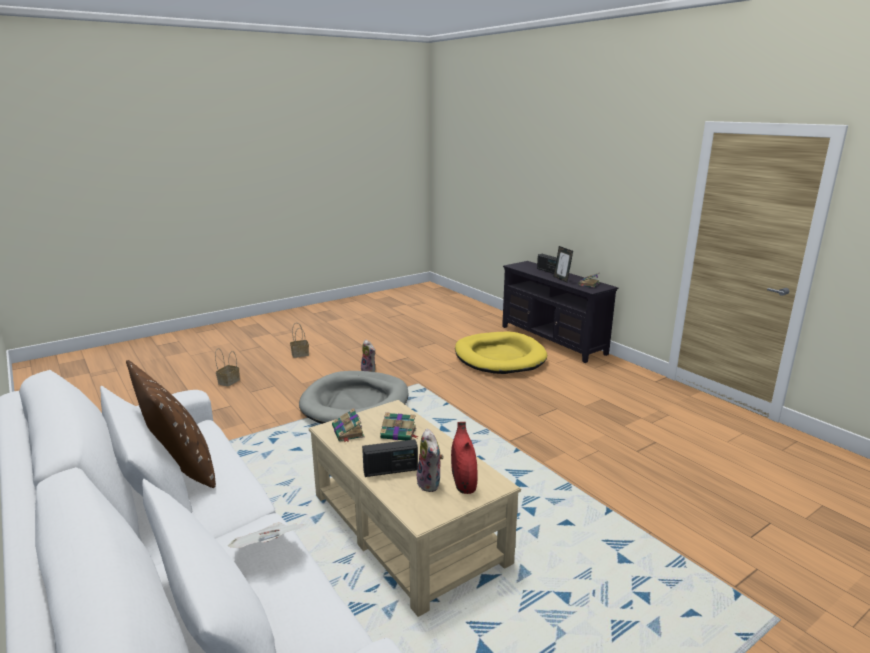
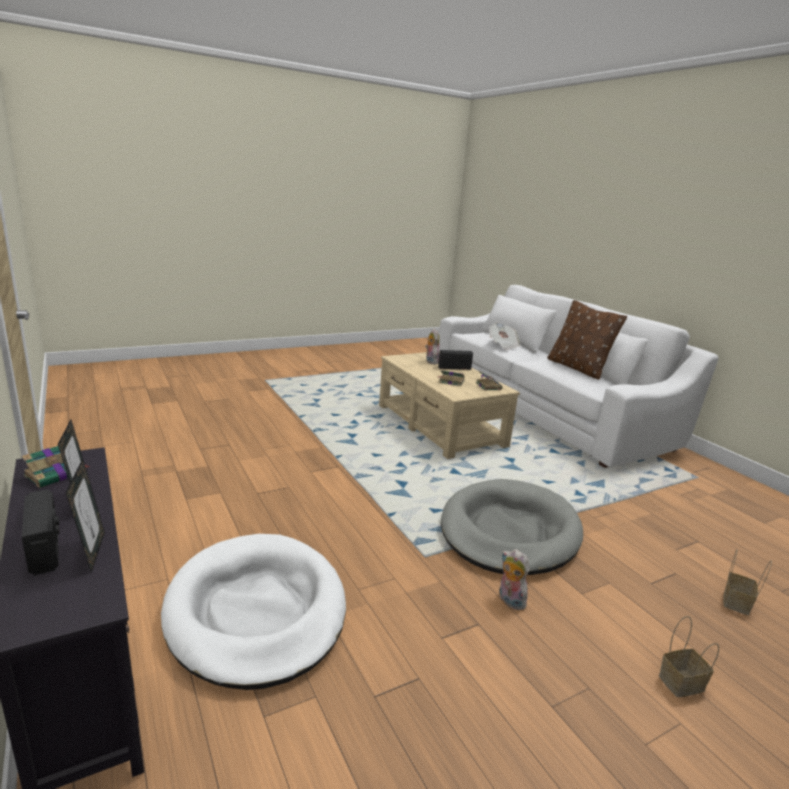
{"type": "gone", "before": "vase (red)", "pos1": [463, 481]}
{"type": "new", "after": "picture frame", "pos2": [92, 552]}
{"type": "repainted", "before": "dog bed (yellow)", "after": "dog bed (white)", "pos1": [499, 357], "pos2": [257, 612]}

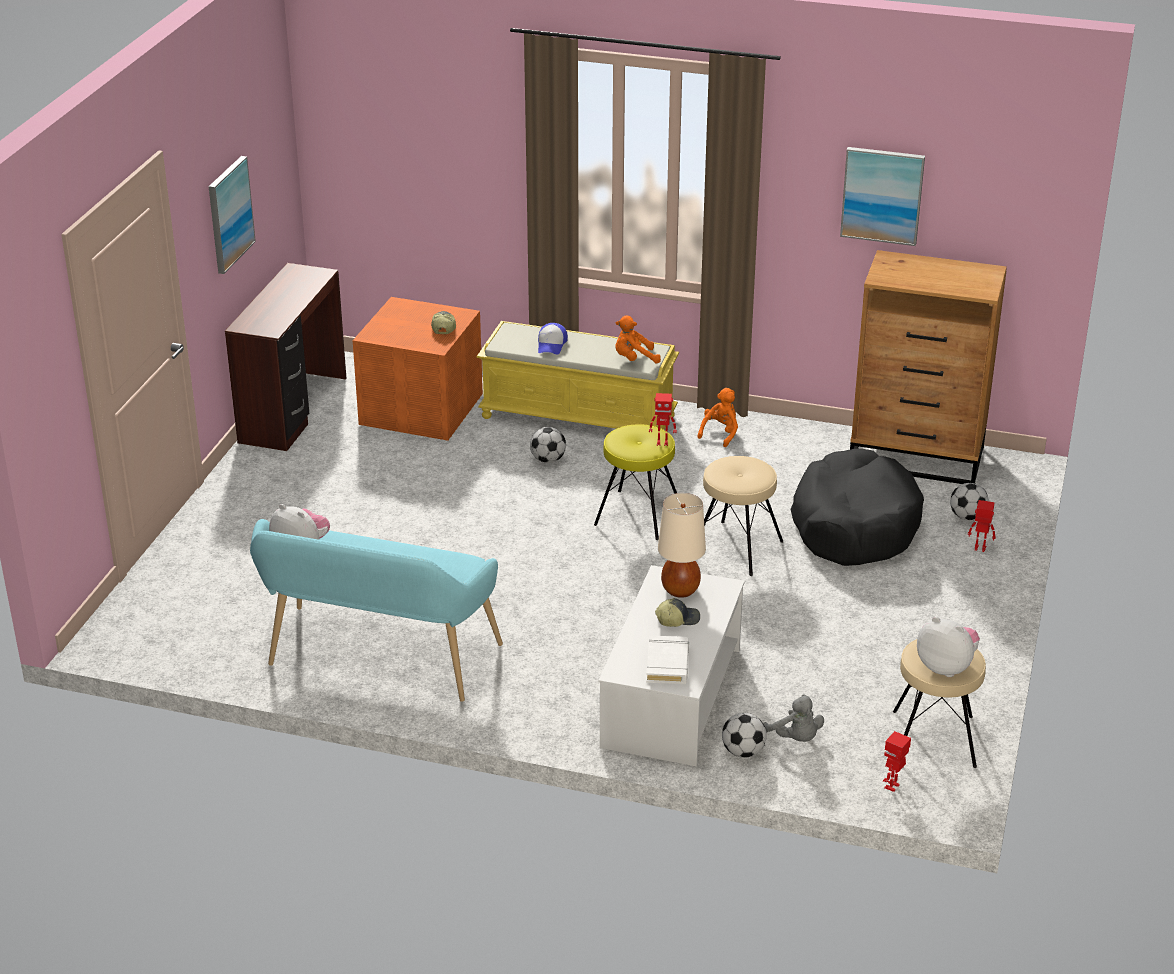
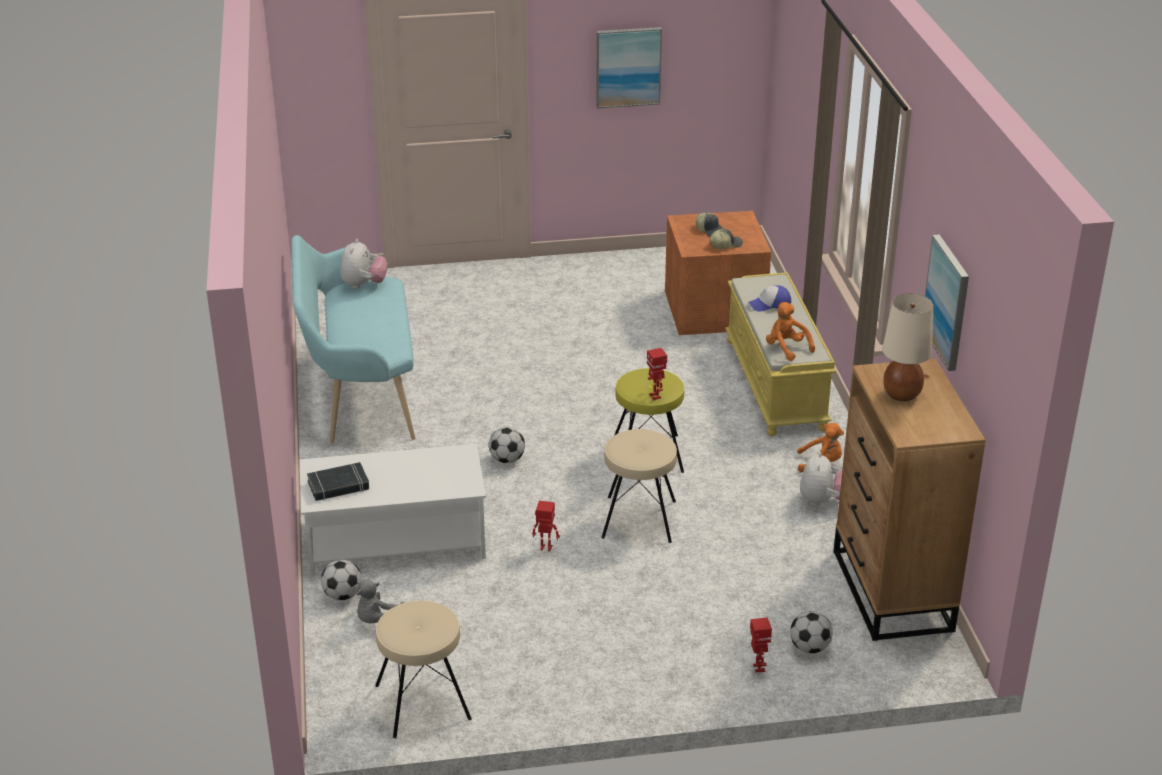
{"type": "gone", "before": "desk (brown)", "pos1": [294, 410]}
{"type": "gone", "before": "dog bed (black)", "pos1": [854, 525]}
{"type": "shifted", "before": "football", "pos1": [548, 460], "pos2": [507, 459]}
{"type": "shifted", "before": "cap", "pos1": [677, 619], "pos2": [710, 230]}
{"type": "shifted", "before": "table lamp (beige)", "pos1": [680, 590], "pos2": [902, 394]}
{"type": "shifted", "before": "toy robot", "pos1": [892, 787], "pos2": [545, 548]}
{"type": "shifted", "before": "plush toy", "pos1": [946, 667], "pos2": [823, 501]}
{"type": "repainted", "before": "book (white)", "after": "book (black)", "pos1": [667, 664], "pos2": [338, 486]}

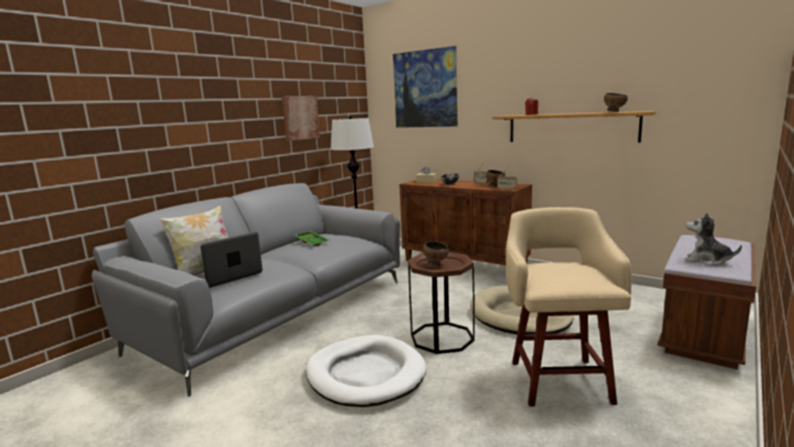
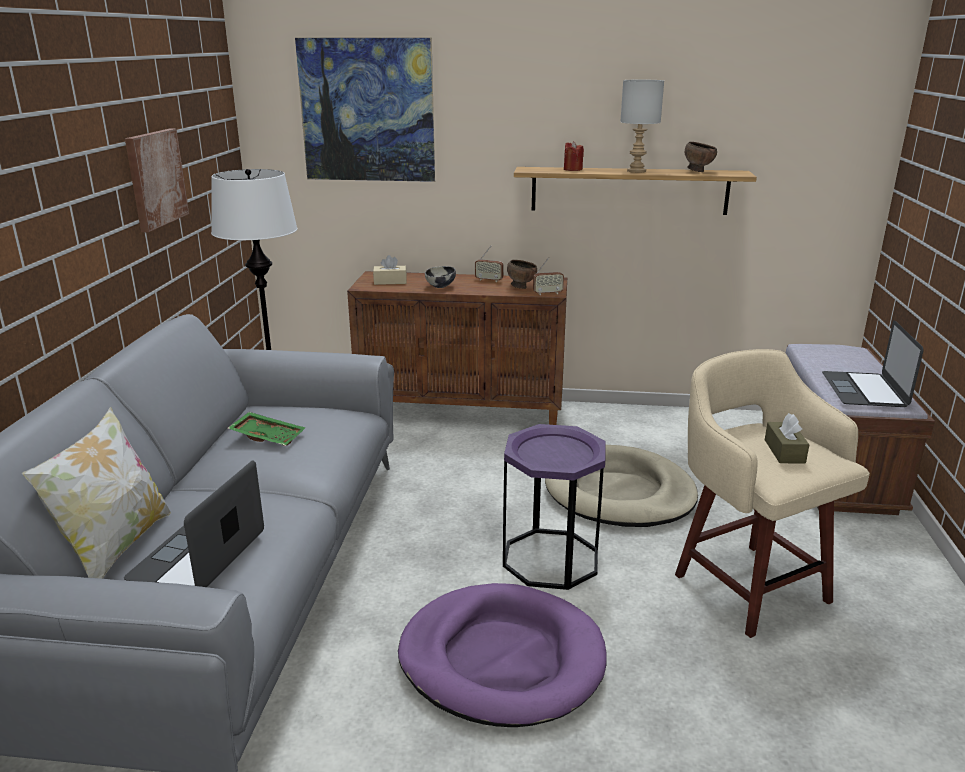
{"type": "gone", "before": "bowl (brown)", "pos1": [436, 264]}
{"type": "new", "after": "table lamp (grey)", "pos2": [636, 171]}
{"type": "new", "after": "tissue box (brown)", "pos2": [784, 451]}
{"type": "swapped", "before": "plush toy", "after": "laptop", "pos1": [707, 261], "pos2": [864, 389]}
{"type": "repainted", "before": "dog bed (white)", "after": "dog bed (purple)", "pos1": [365, 374], "pos2": [502, 659]}
{"type": "repainted", "before": "side table (brown)", "after": "side table (purple)", "pos1": [442, 338], "pos2": [550, 558]}

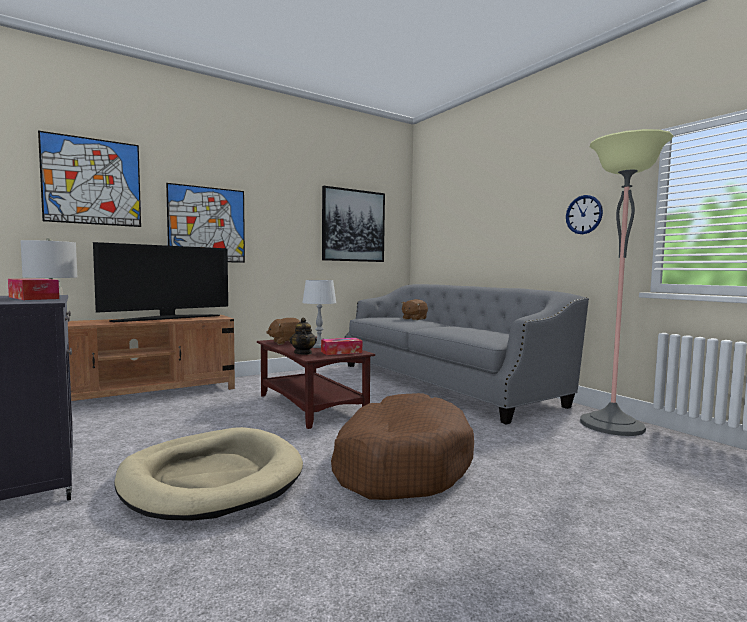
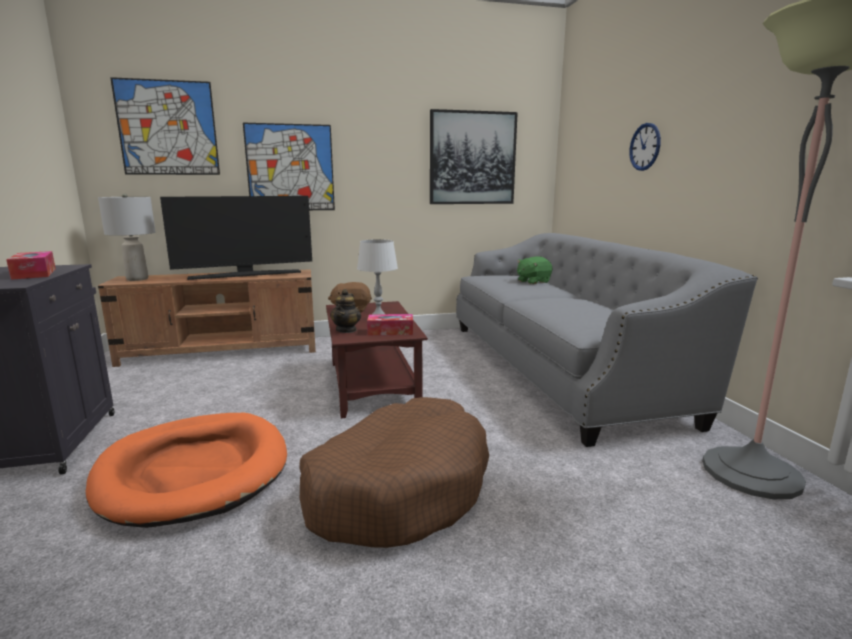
{"type": "shifted", "before": "wall clock", "pos1": [584, 214], "pos2": [645, 147]}
{"type": "repainted", "before": "dog bed (beige)", "after": "dog bed (orange)", "pos1": [211, 478], "pos2": [194, 471]}
{"type": "repainted", "before": "plush toy (brown)", "after": "plush toy (green)", "pos1": [414, 319], "pos2": [533, 282]}

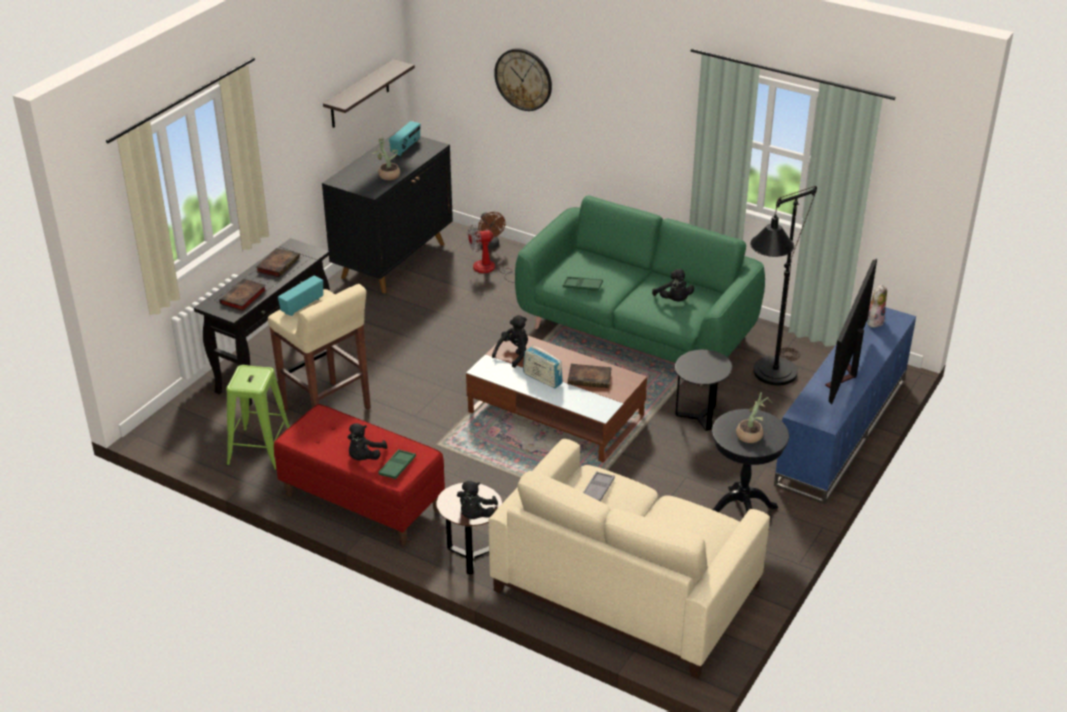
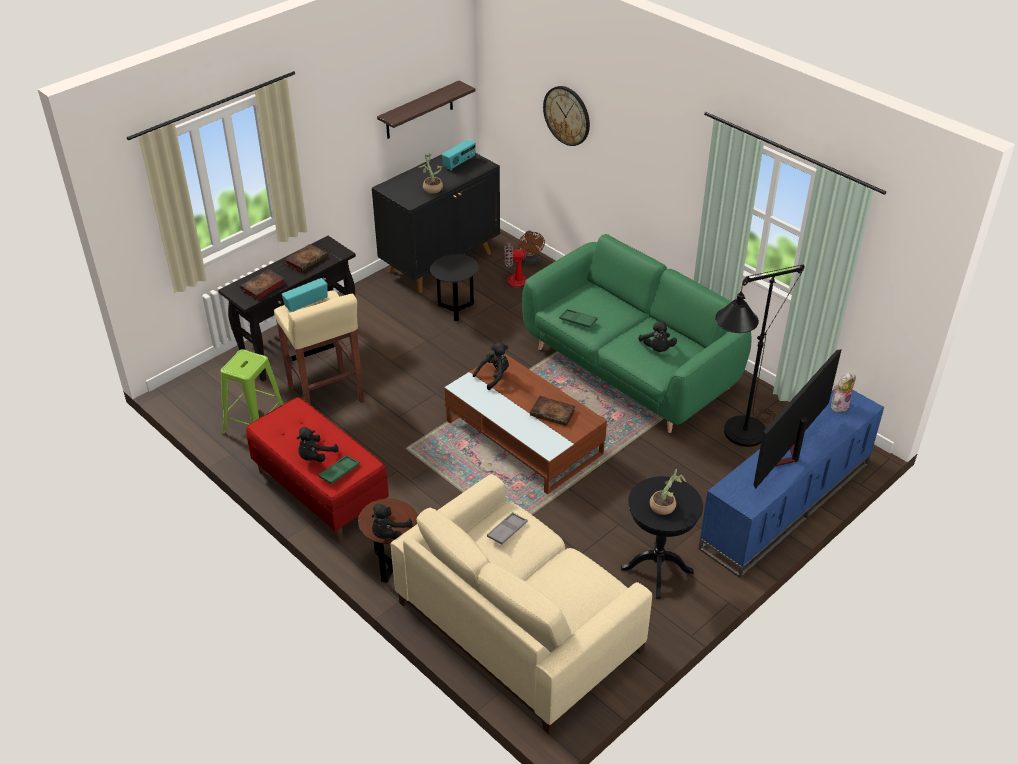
{"type": "gone", "before": "radio", "pos1": [542, 379]}
{"type": "shifted", "before": "side table (black)", "pos1": [699, 417], "pos2": [456, 310]}

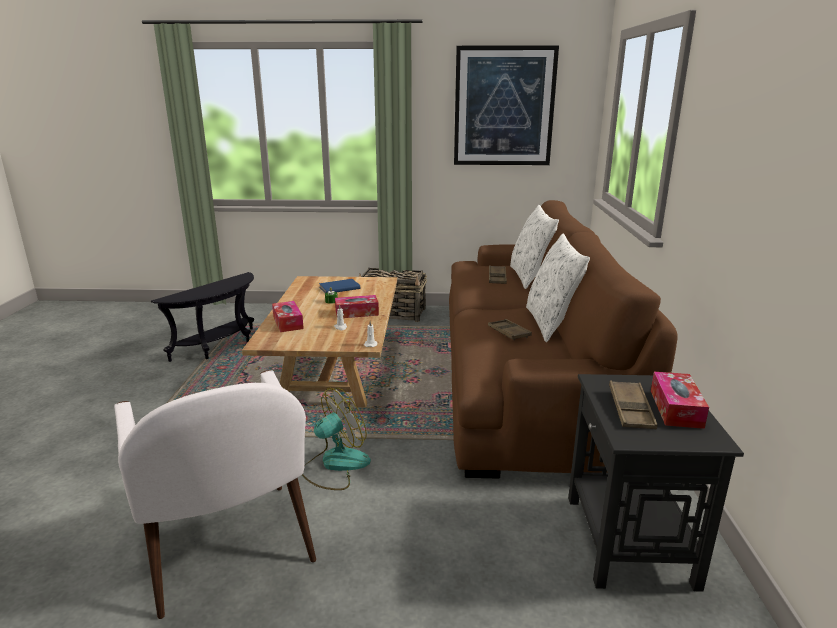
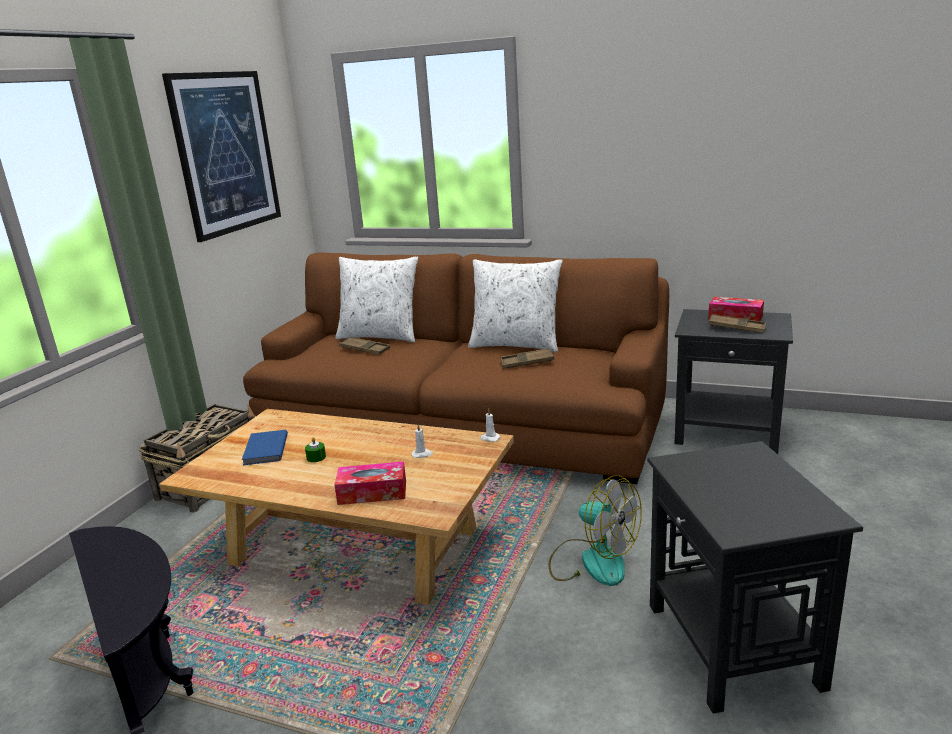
{"type": "gone", "before": "tissue box", "pos1": [357, 313]}
{"type": "swapped", "before": "armchair (white)", "after": "side table (black)", "pos1": [229, 547], "pos2": [733, 646]}
{"type": "rotated", "before": "fan", "pos1": [335, 465], "pos2": [592, 561], "turn": 150}

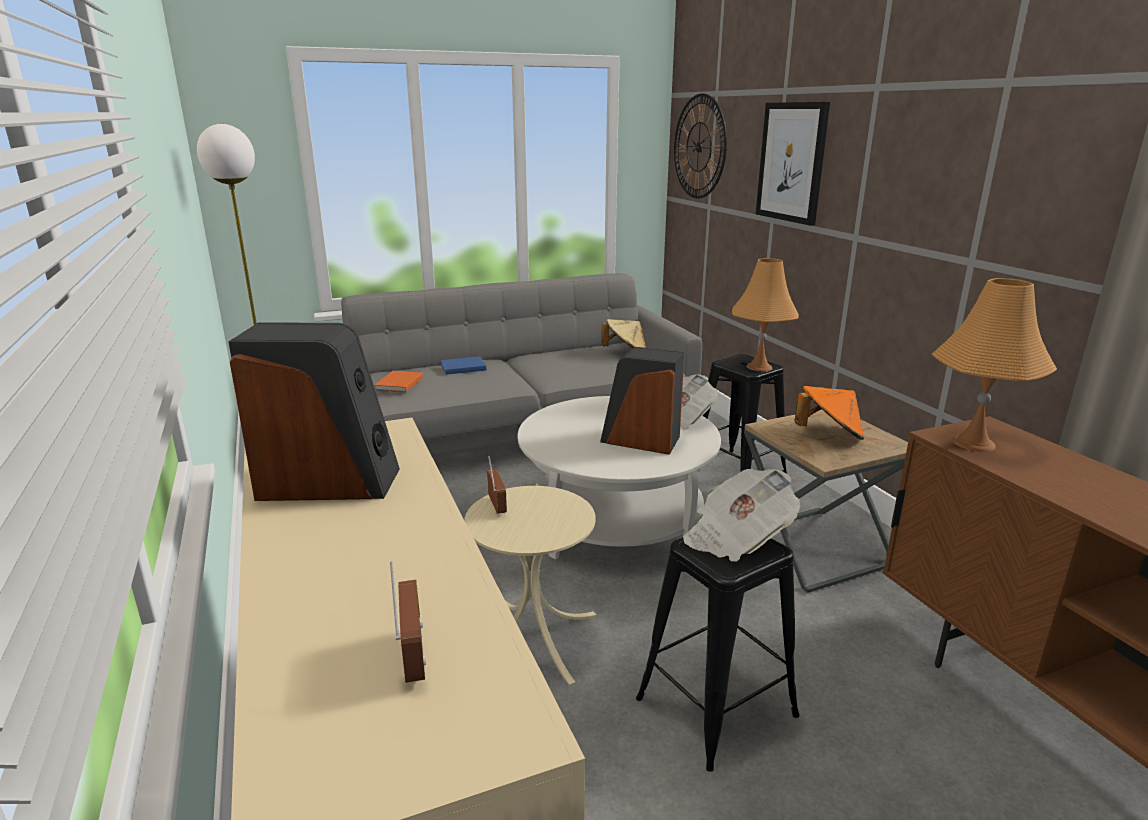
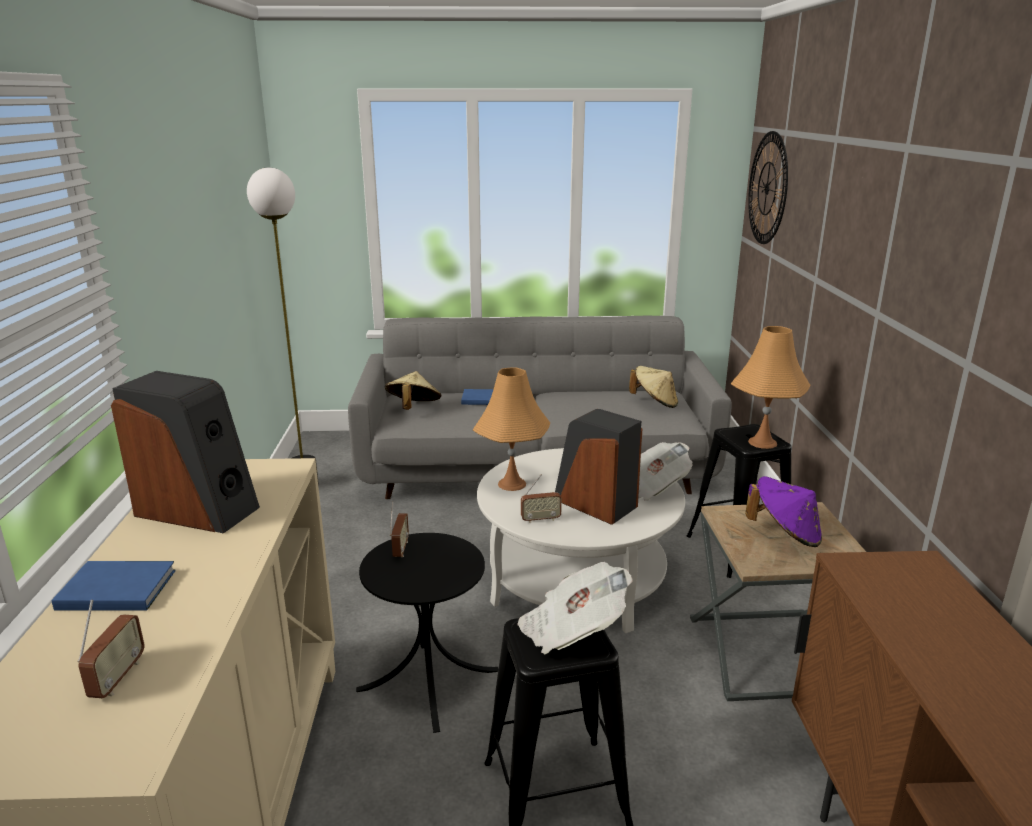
{"type": "gone", "before": "picture", "pos1": [792, 162]}
{"type": "new", "after": "book (blue)", "pos2": [115, 588]}
{"type": "new", "after": "radio", "pos2": [540, 519]}
{"type": "shifted", "before": "table lamp (orange)", "pos1": [973, 443], "pos2": [511, 484]}
{"type": "swapped", "before": "book (orange)", "after": "hat (beige)", "pos1": [398, 384], "pos2": [413, 408]}
{"type": "repainted", "before": "side table (beige)", "after": "side table (black)", "pos1": [533, 638], "pos2": [428, 679]}
{"type": "repainted", "before": "hat (orange)", "after": "hat (purple)", "pos1": [829, 435], "pos2": [785, 534]}

